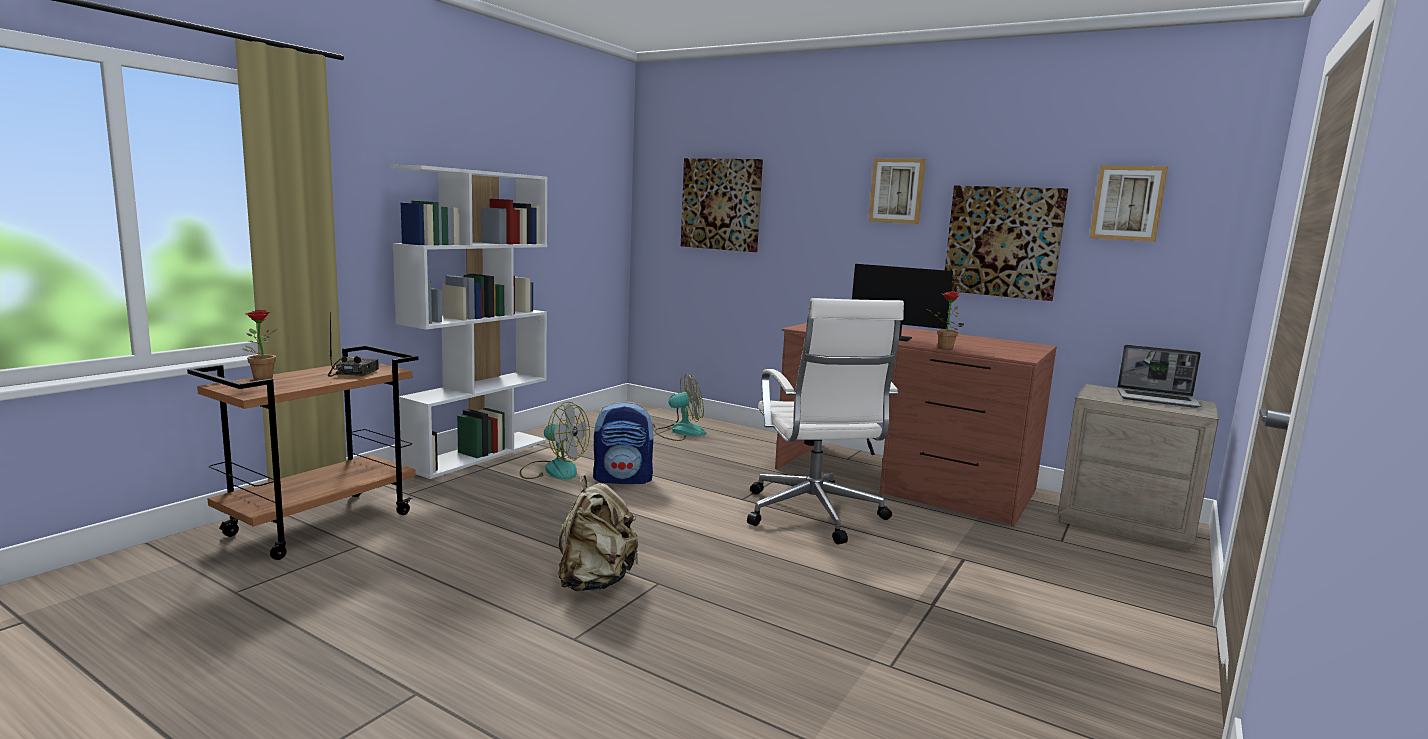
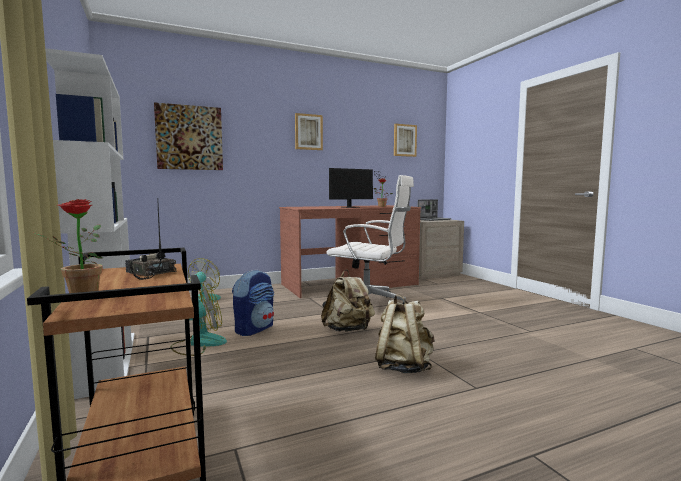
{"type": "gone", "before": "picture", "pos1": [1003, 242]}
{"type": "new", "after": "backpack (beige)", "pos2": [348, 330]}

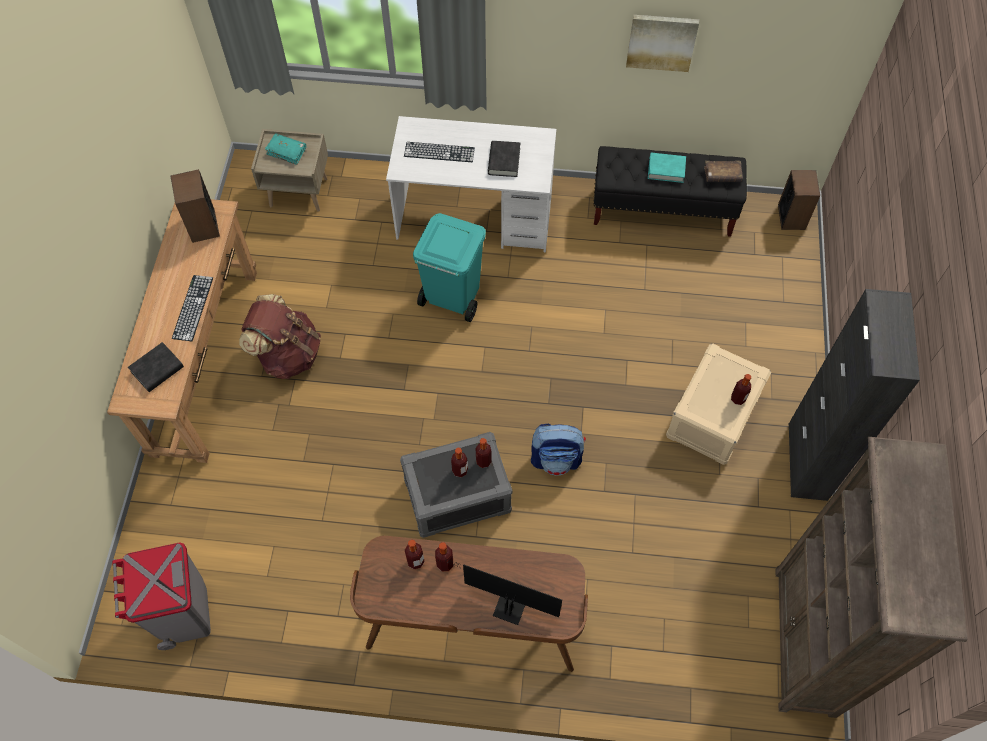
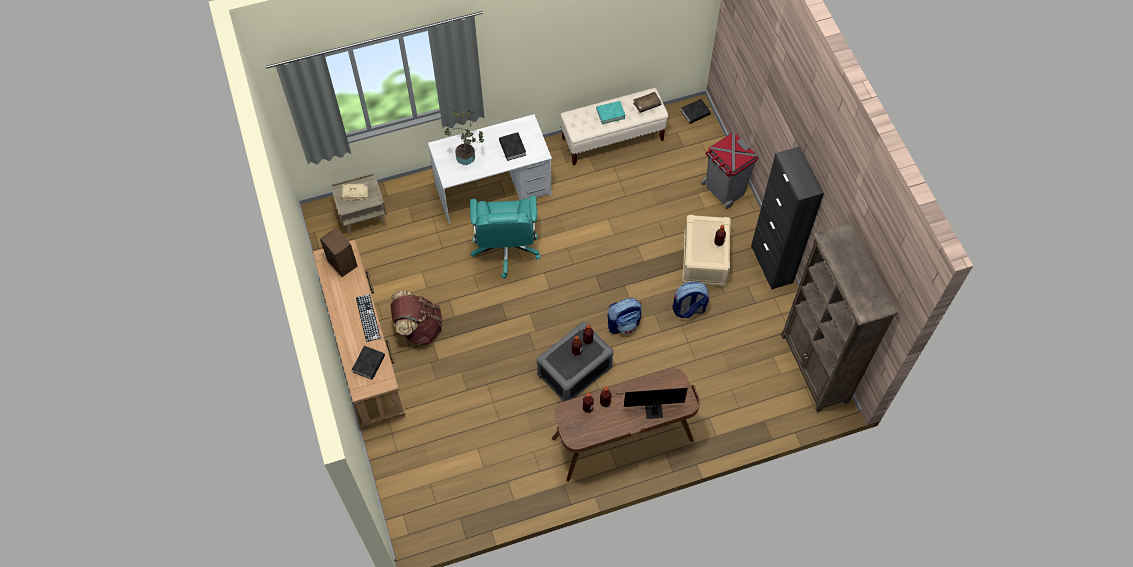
{"type": "gone", "before": "picture", "pos1": [661, 41]}
{"type": "new", "after": "backpack", "pos2": [688, 309]}
{"type": "shifted", "before": "trash can (grey)", "pos1": [184, 614], "pos2": [724, 190]}
{"type": "swapped", "before": "keyboard", "after": "potted plant", "pos1": [439, 152], "pos2": [468, 157]}
{"type": "swapped", "before": "trash can (turquoise)", "after": "office chair (turquoise)", "pos1": [452, 298], "pos2": [506, 249]}
{"type": "swapped", "before": "speaker", "after": "book (black)", "pos1": [791, 217], "pos2": [695, 113]}
{"type": "repainted", "before": "book (turquoise)", "after": "book (beige)", "pos1": [287, 152], "pos2": [355, 193]}
{"type": "repainted", "before": "bench (black)", "after": "bench (beige)", "pos1": [663, 211], "pos2": [613, 139]}

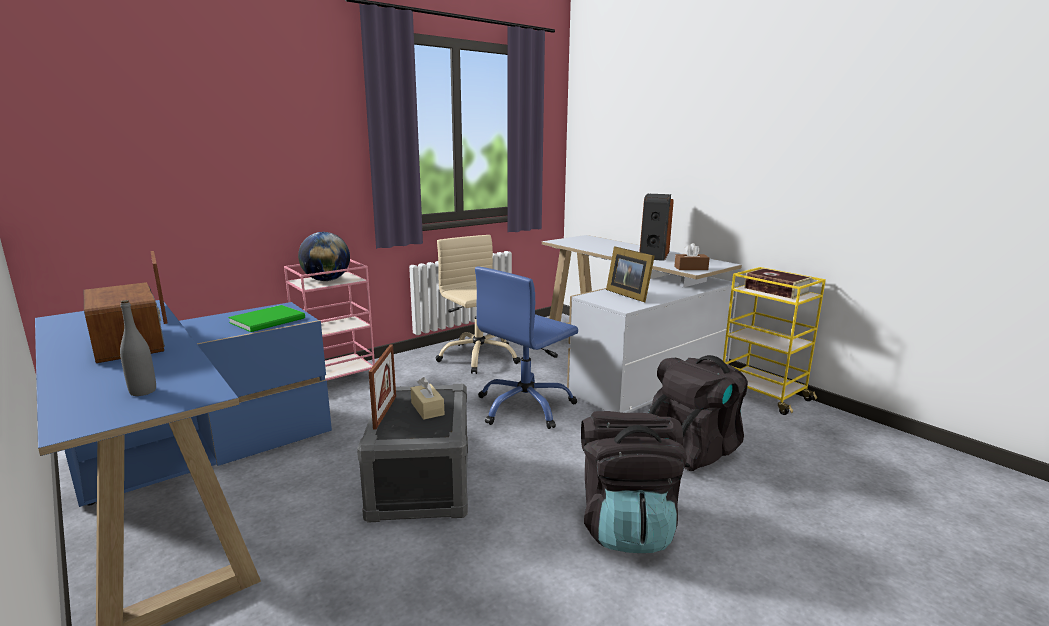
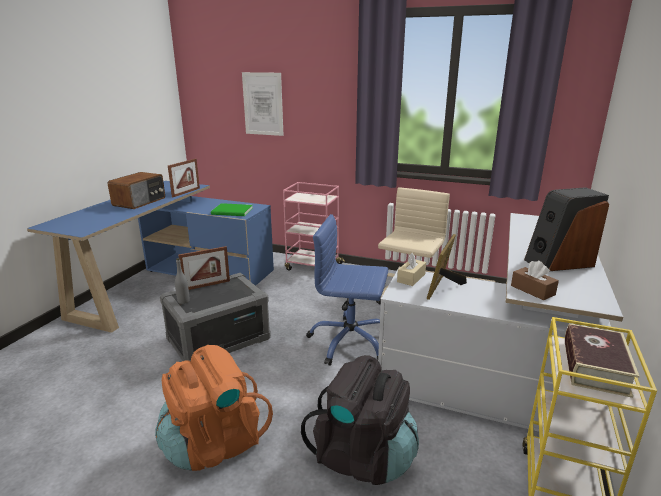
{"type": "gone", "before": "globe", "pos1": [326, 280]}
{"type": "new", "after": "picture", "pos2": [263, 104]}
{"type": "shifted", "before": "bottle (grey)", "pos1": [143, 391], "pos2": [183, 301]}
{"type": "shifted", "before": "tissue box (beige)", "pos1": [427, 409], "pos2": [411, 278]}
{"type": "repainted", "before": "backpack (black)", "after": "backpack (orange)", "pos1": [626, 525], "pos2": [214, 443]}

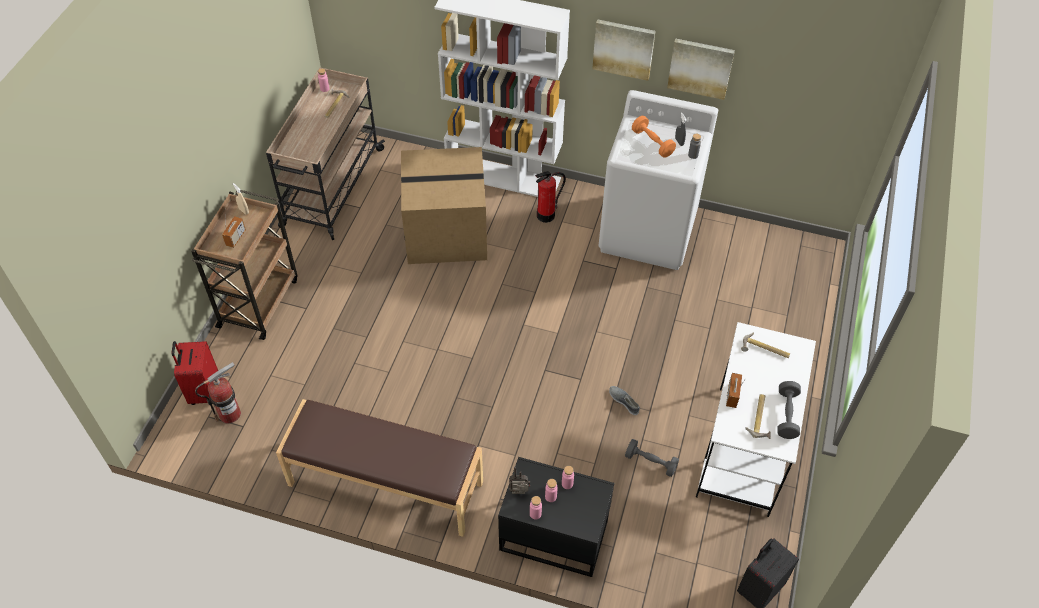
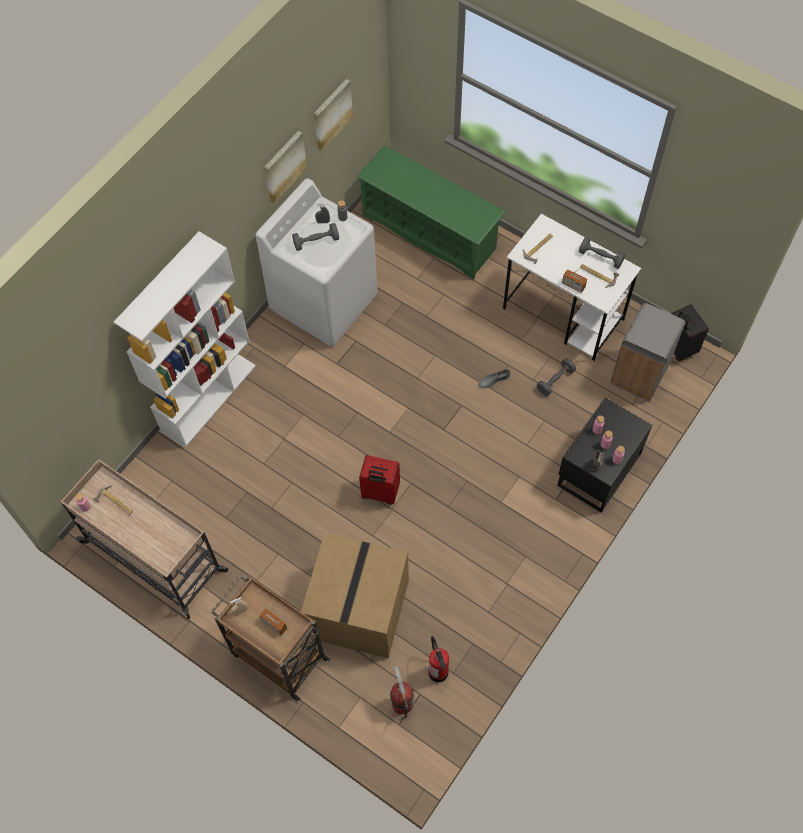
{"type": "gone", "before": "bench (brown)", "pos1": [385, 484]}
{"type": "new", "after": "shoe rack (green)", "pos2": [430, 232]}
{"type": "new", "after": "trash can (grey)", "pos2": [638, 375]}
{"type": "shifted", "before": "suitcase (red)", "pos1": [204, 391], "pos2": [380, 493]}
{"type": "shifted", "before": "cardboard box", "pos1": [447, 231], "pos2": [357, 607]}
{"type": "shifted", "before": "fire extinguisher", "pos1": [546, 215], "pos2": [438, 672]}
{"type": "shifted", "before": "picture", "pos1": [623, 48], "pos2": [331, 114]}
{"type": "repainted", "before": "dumbbell (orange)", "after": "dumbbell (grey)", "pos1": [652, 143], "pos2": [316, 241]}

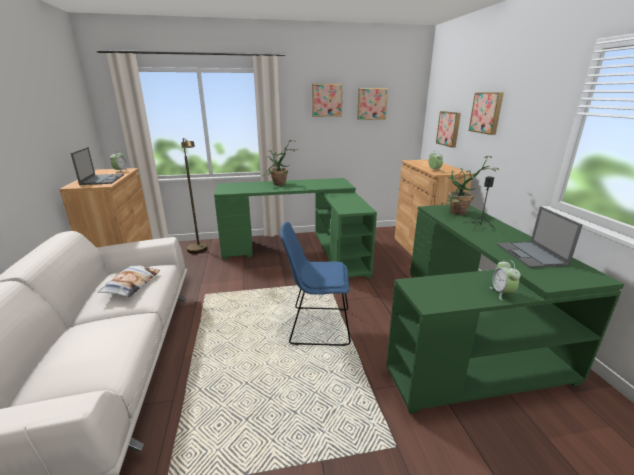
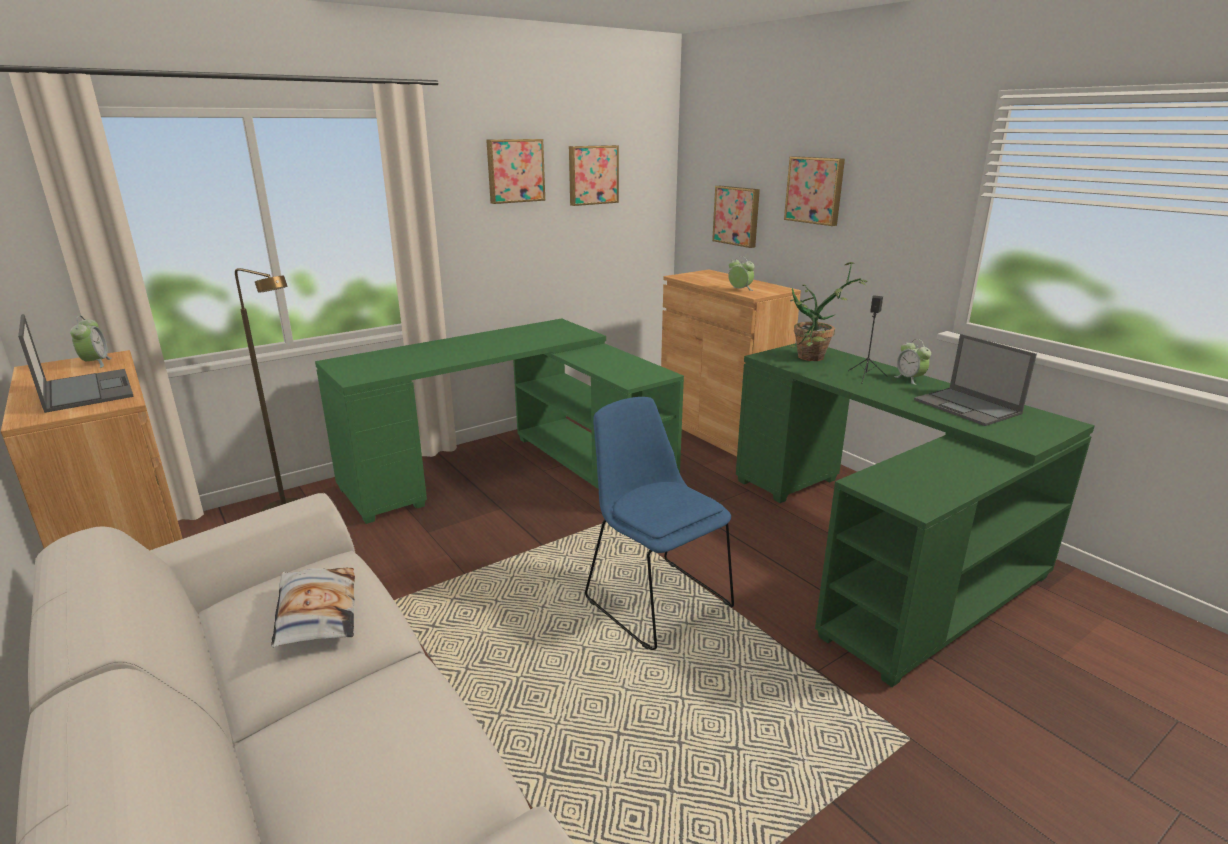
{"type": "gone", "before": "potted plant", "pos1": [279, 184]}
{"type": "shifted", "before": "alarm clock", "pos1": [502, 293], "pos2": [910, 379]}
{"type": "rotated", "before": "chair (blue)", "pos1": [317, 326], "pos2": [655, 599], "turn": 75}

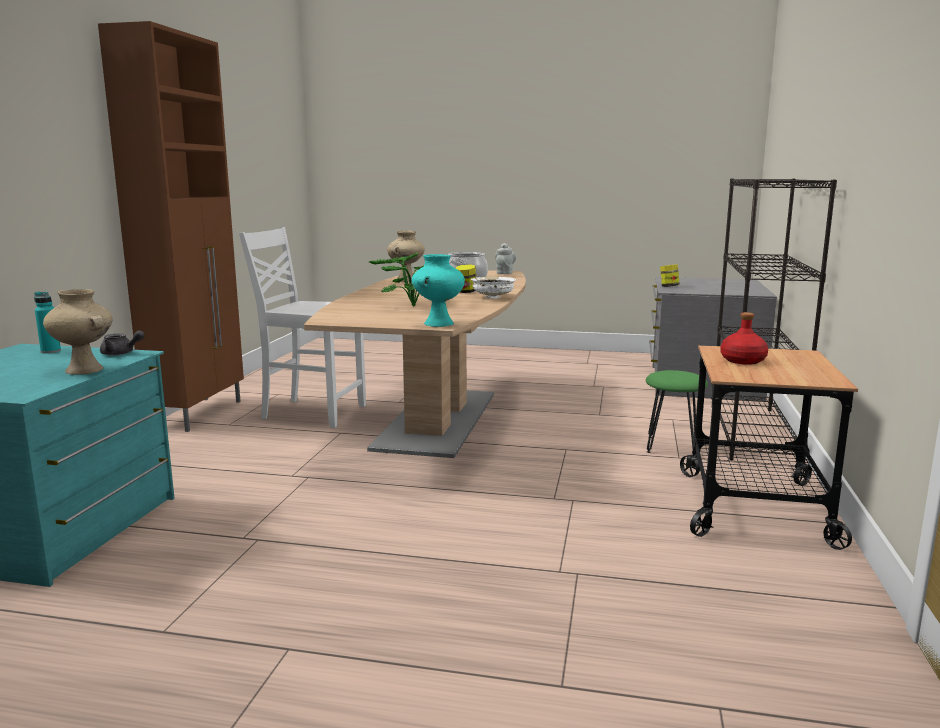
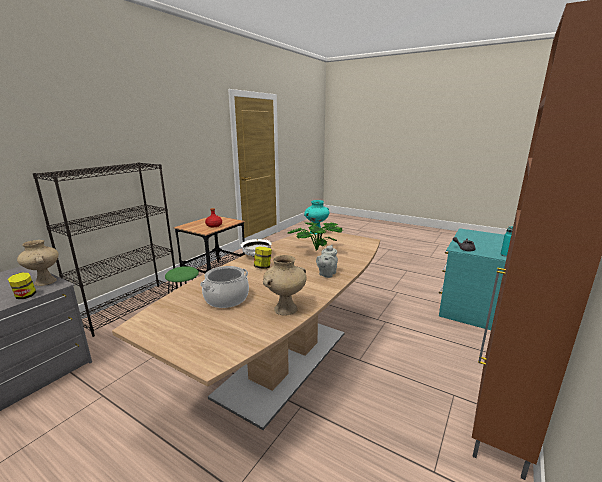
{"type": "gone", "before": "chair (white)", "pos1": [312, 412]}
{"type": "shifted", "before": "vase (beige)", "pos1": [85, 370], "pos2": [45, 281]}
{"type": "shifted", "before": "teapot (grey)", "pos1": [505, 273], "pos2": [326, 274]}

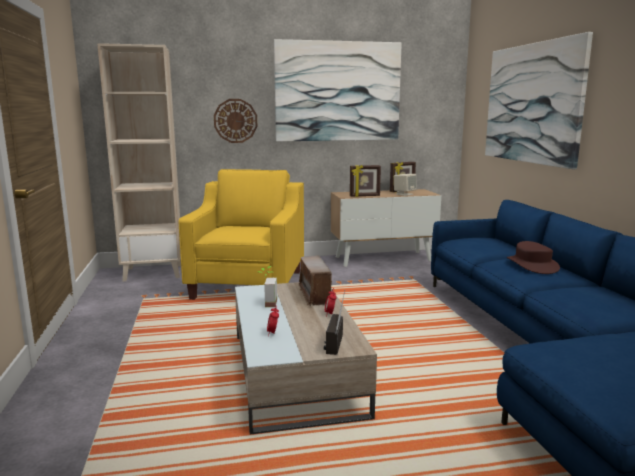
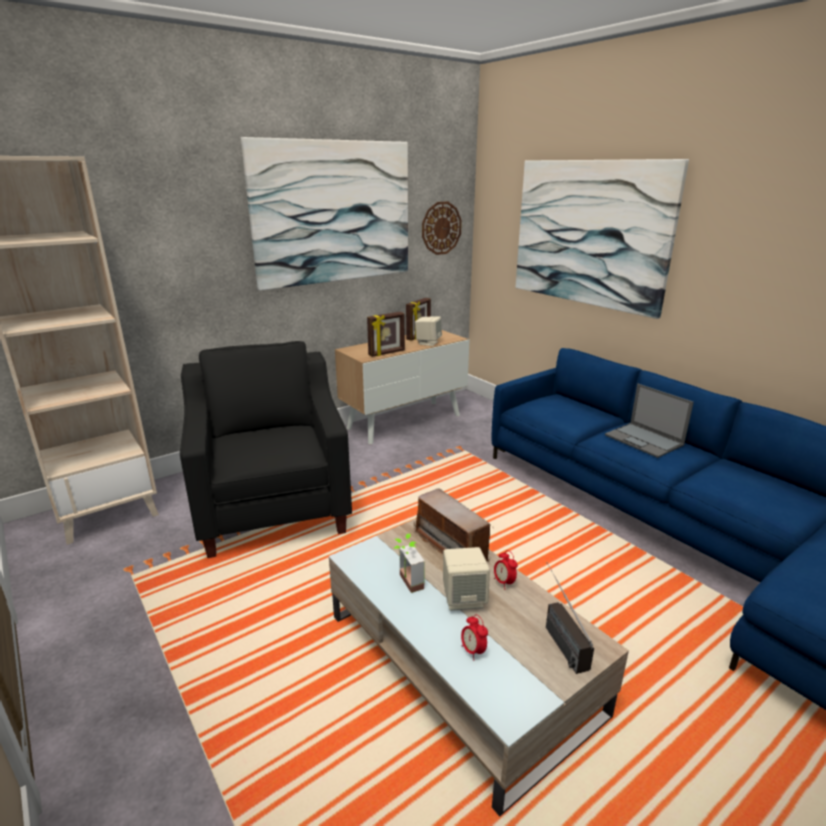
{"type": "new", "after": "speaker (beige)", "pos2": [464, 598]}
{"type": "shifted", "before": "wall clock", "pos1": [235, 121], "pos2": [441, 228]}
{"type": "swapped", "before": "hat (brown)", "after": "laptop", "pos1": [532, 265], "pos2": [644, 440]}
{"type": "repainted", "before": "armchair (yellow)", "after": "armchair (black)", "pos1": [249, 284], "pos2": [273, 505]}

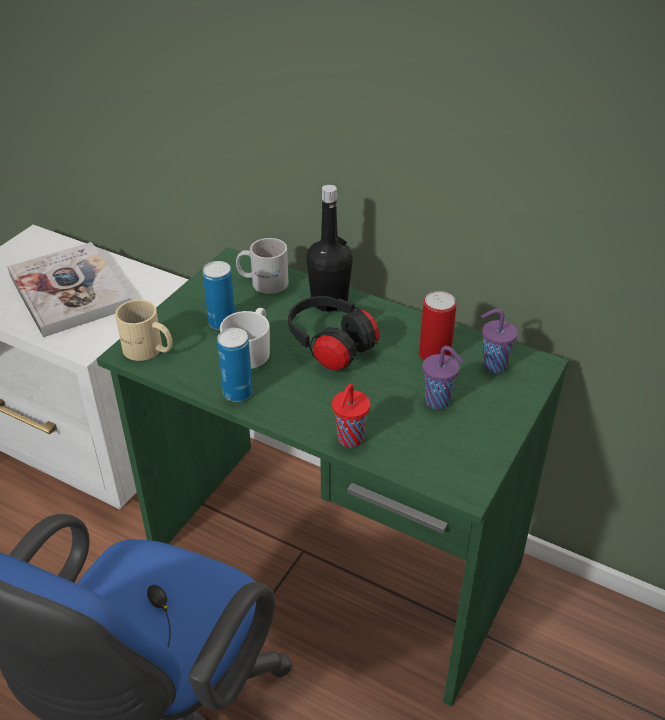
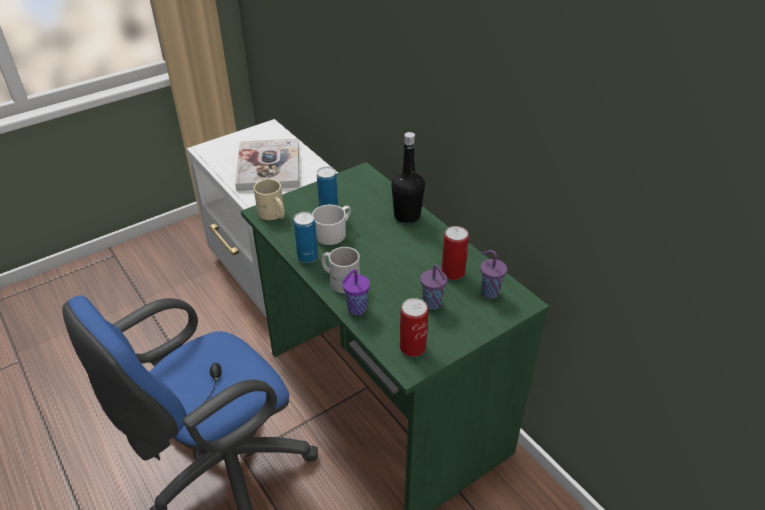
{"type": "gone", "before": "headphones (black)", "pos1": [332, 348]}
{"type": "new", "after": "can", "pos2": [412, 347]}
{"type": "shifted", "before": "mug (white)", "pos1": [263, 281], "pos2": [341, 279]}
{"type": "repainted", "before": "cup (red)", "after": "cup (purple)", "pos1": [349, 440], "pos2": [356, 309]}

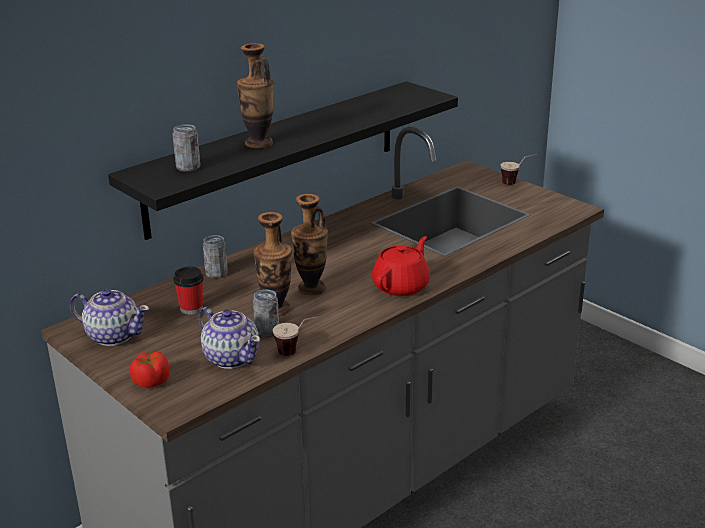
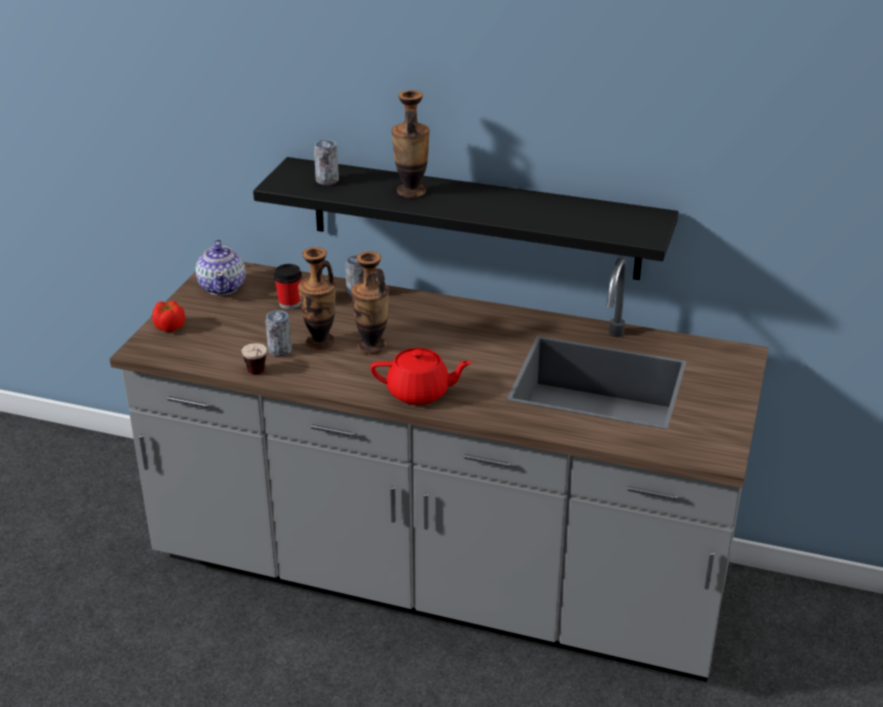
{"type": "gone", "before": "teapot", "pos1": [231, 357]}
{"type": "gone", "before": "cup", "pos1": [516, 183]}

